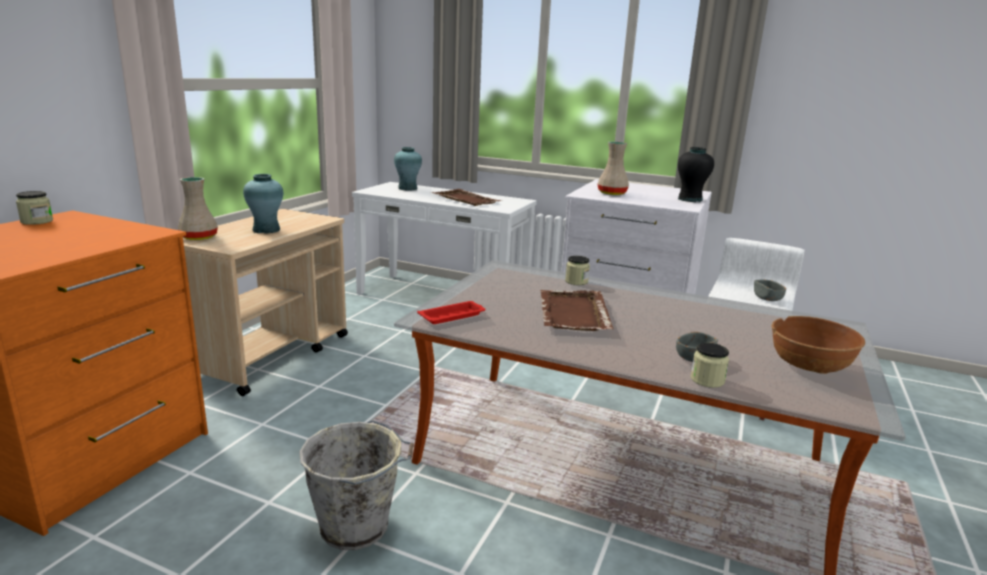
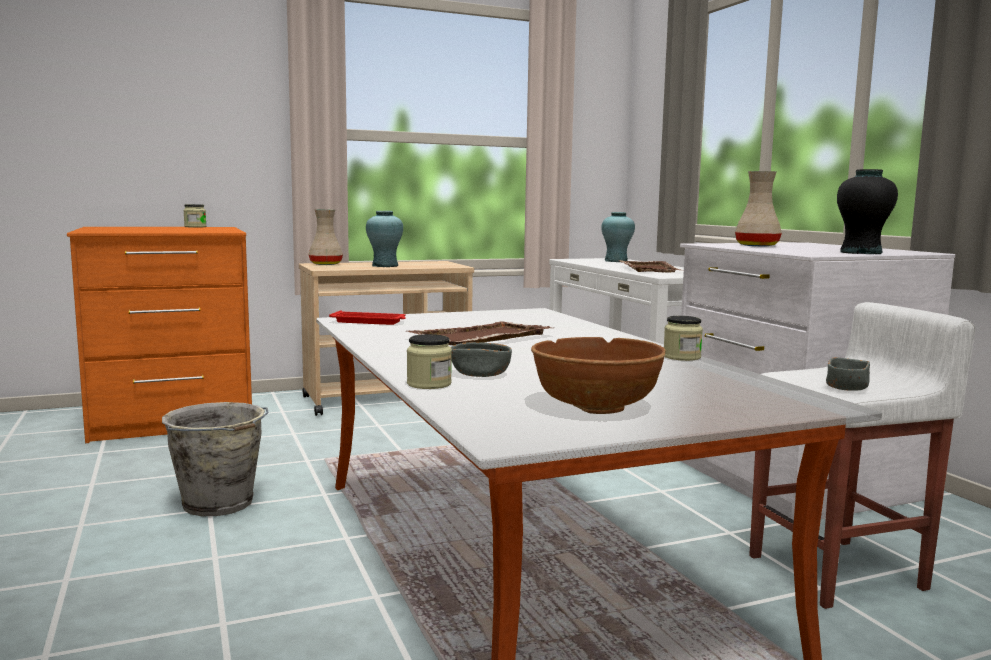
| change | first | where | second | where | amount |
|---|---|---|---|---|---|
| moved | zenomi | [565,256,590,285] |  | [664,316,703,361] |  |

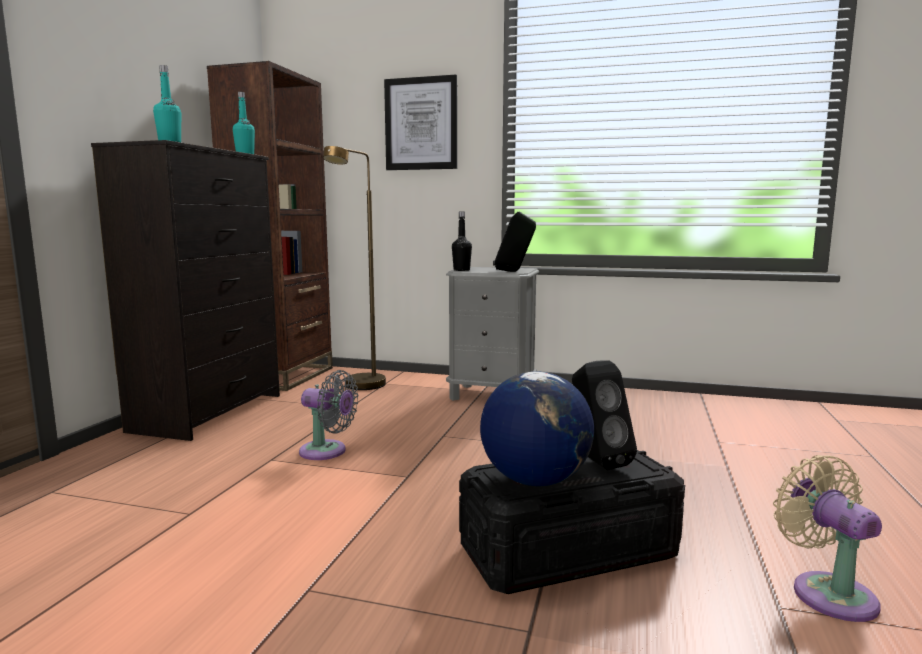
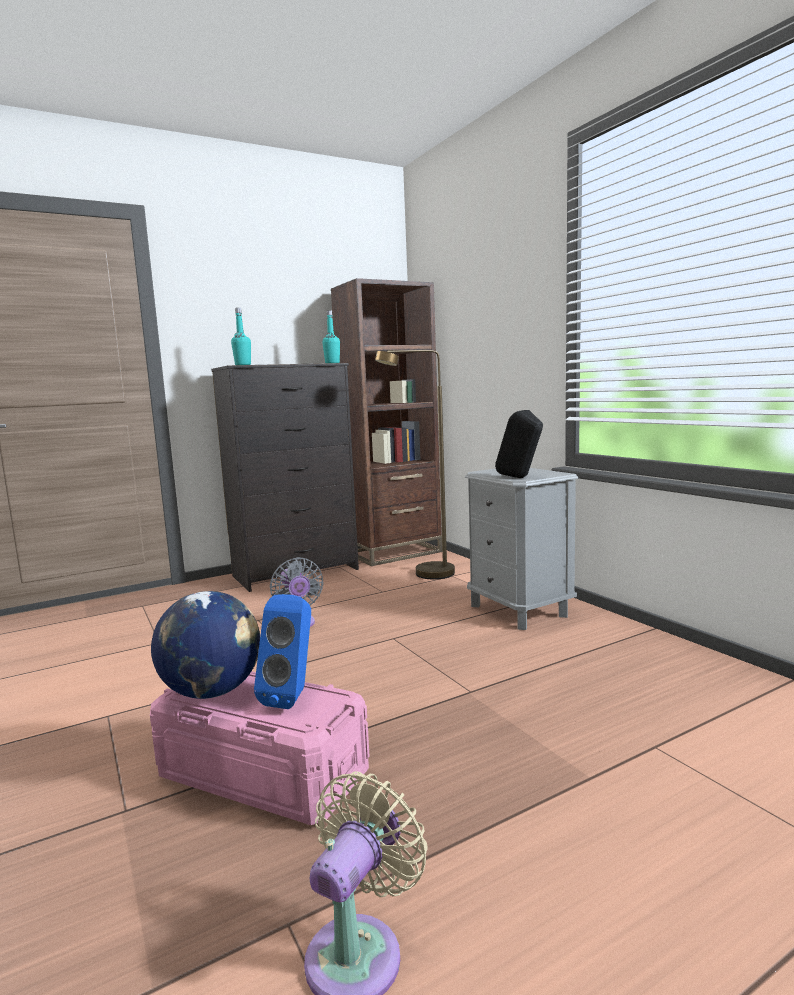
| change | first | where | second | where | amount |
|---|---|---|---|---|---|
| removed | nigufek | [384,75,457,170] |  |  |  |
| removed | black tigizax | [452,211,472,271] |  |  |  |
| recoloured | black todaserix | [572,360,637,470] | blue todaserix | [254,594,311,709] |  |
| recoloured | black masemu | [459,449,685,594] | pink masemu | [150,671,370,825] |  |

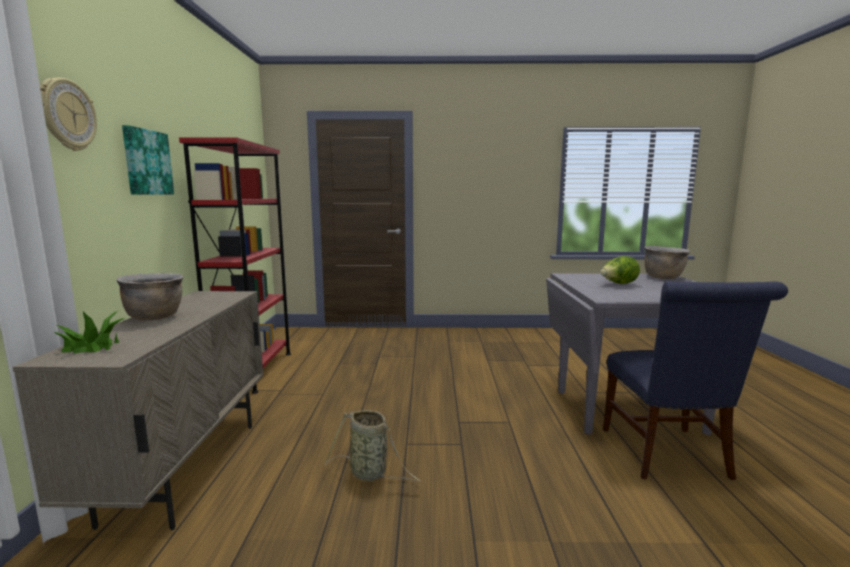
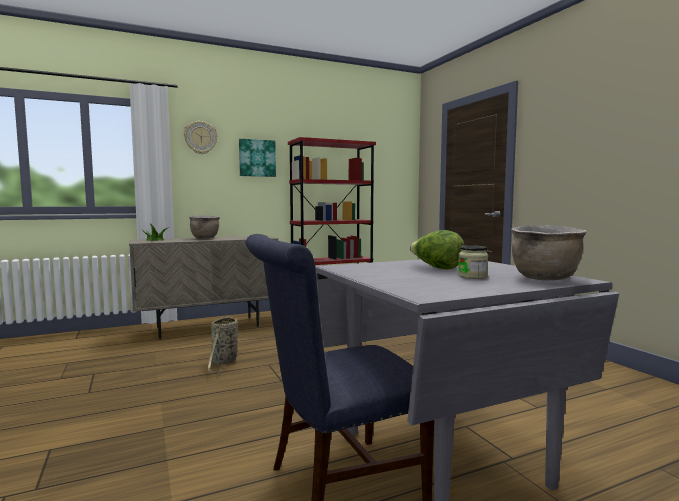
| change | first | where | second | where | amount |
|---|---|---|---|---|---|
| added |  |  | zenomi | [458,245,488,279] |  |

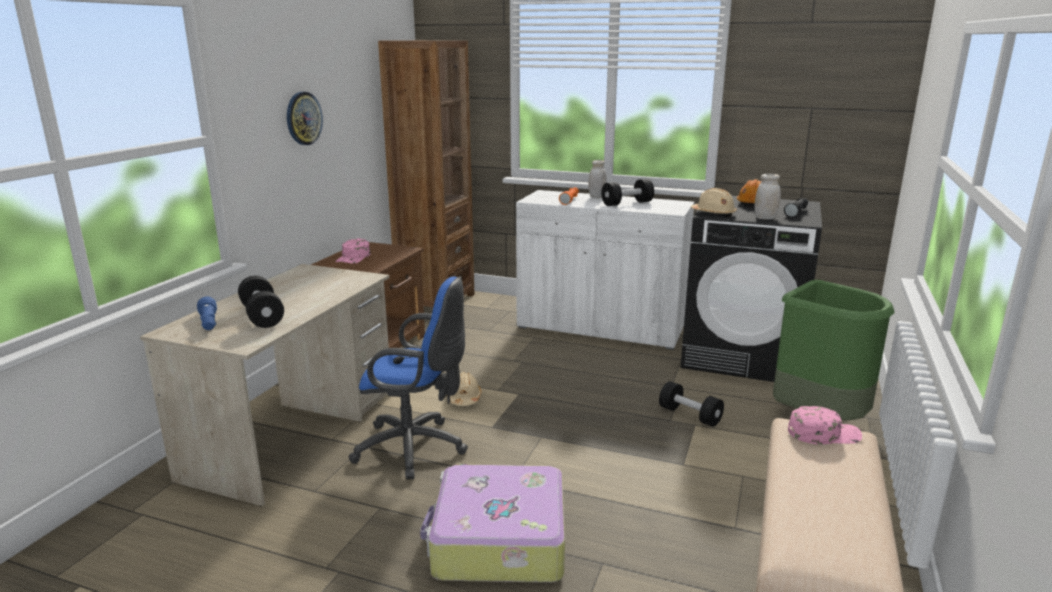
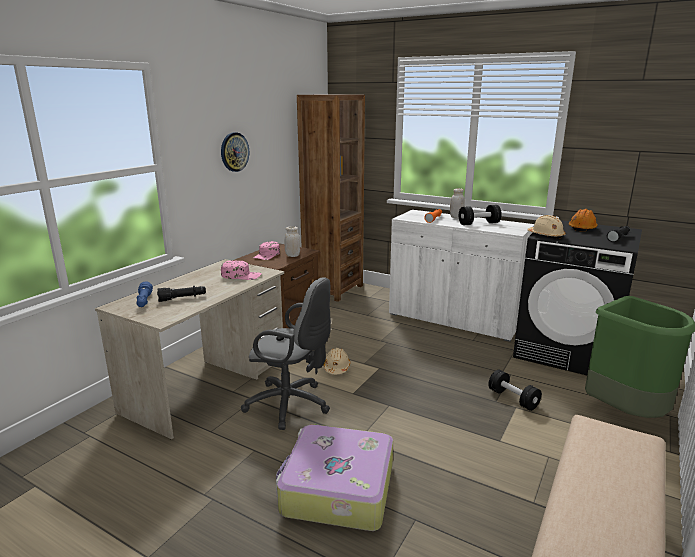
| change | first | where | second | where | amount |
|---|---|---|---|---|---|
| moved | white zenomi | [754,174,781,220] |  | [284,226,300,257] |  |
| replaced | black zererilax | [238,276,284,328] | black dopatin | [157,286,206,302] |  |
| recoloured | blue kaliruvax | [349,277,468,480] | grey kaliruvax | [241,277,331,430] |  |
| moved | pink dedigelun | [788,406,862,444] |  | [221,261,262,280] |  |

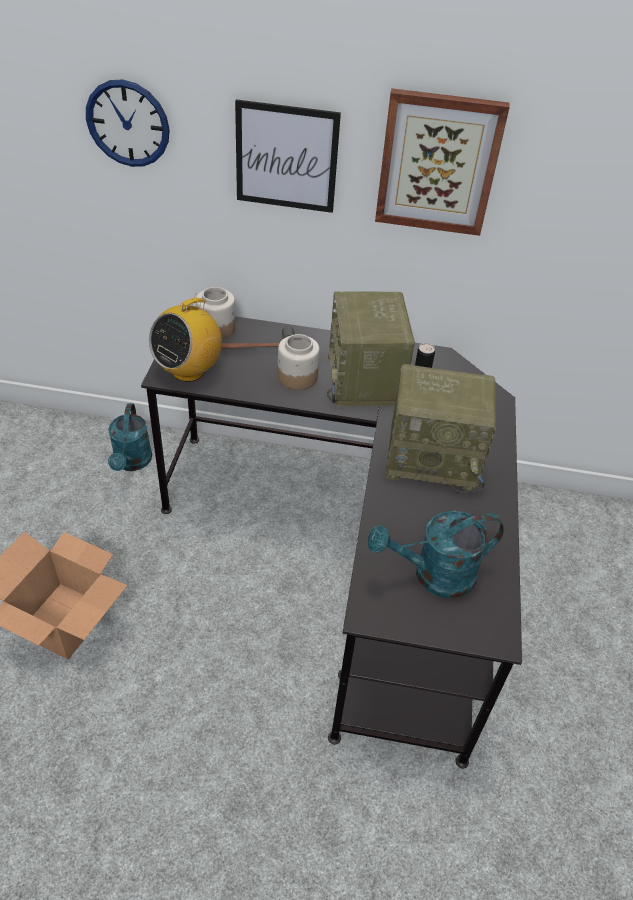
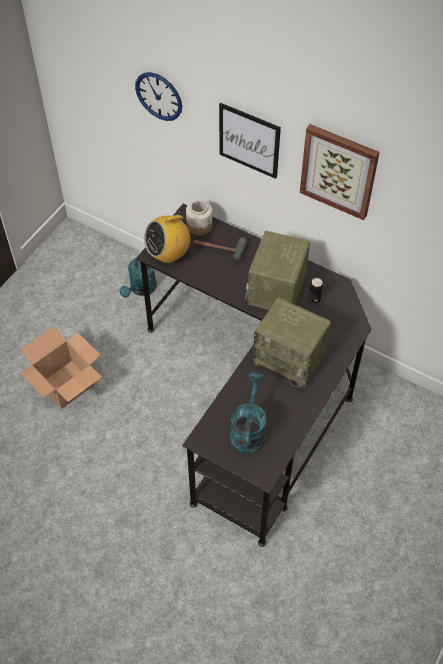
| change | first | where | second | where | amount |
|---|---|---|---|---|---|
| removed | zenomi | [277,334,320,390] |  |  |  |
| turned | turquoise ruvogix | [368,511,504,598] |  | [230,372,267,455] | 90 degrees clockwise |

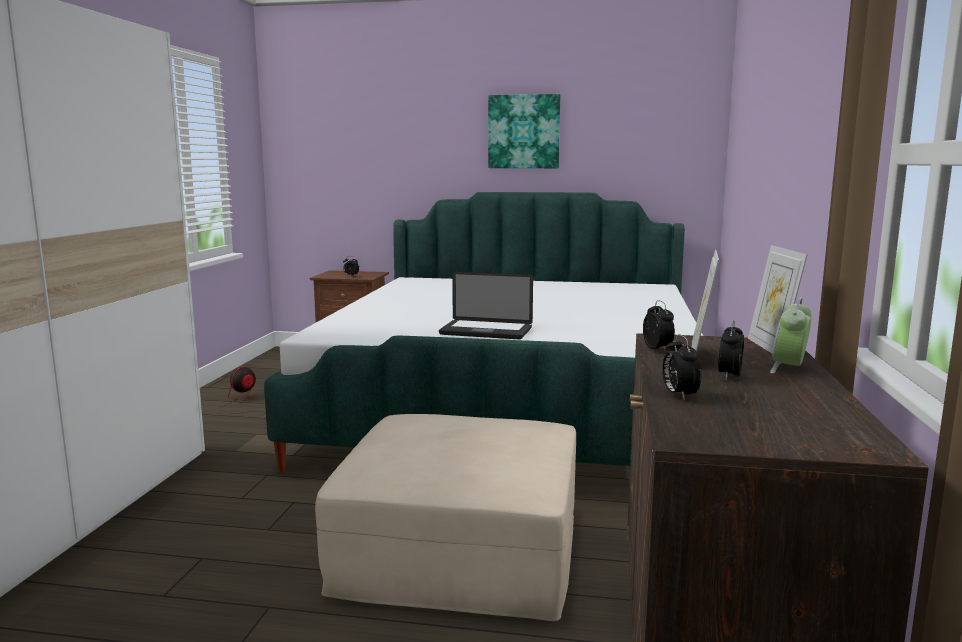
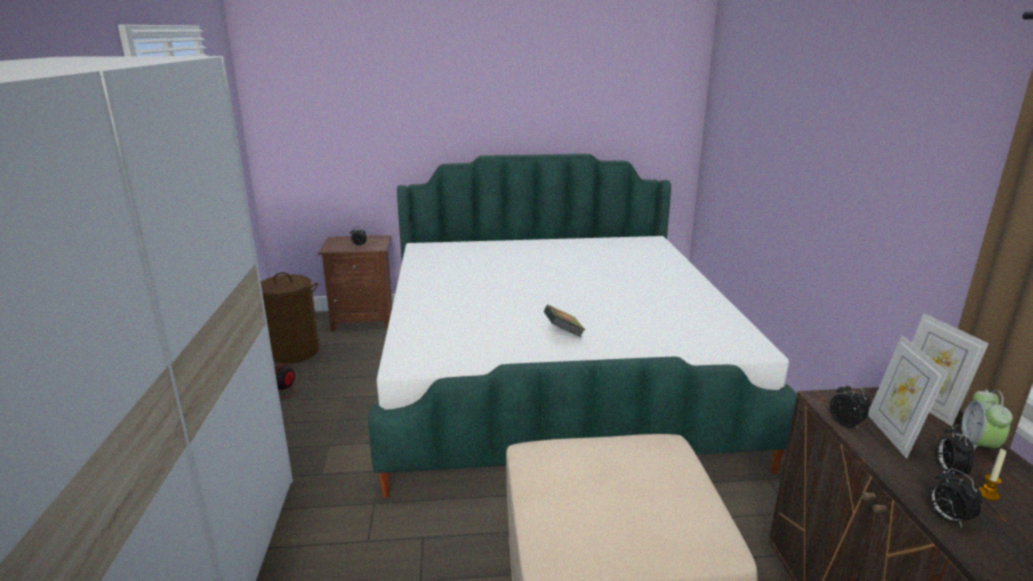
| change | first | where | second | where | amount |
|---|---|---|---|---|---|
| removed | nigufek | [488,94,560,168] |  |  |  |
| replaced | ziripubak | [439,272,533,339] | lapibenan | [543,305,585,337] |  |
| added |  |  | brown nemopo | [261,272,320,363] |  |
| added |  |  | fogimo | [979,449,1006,501] |  |

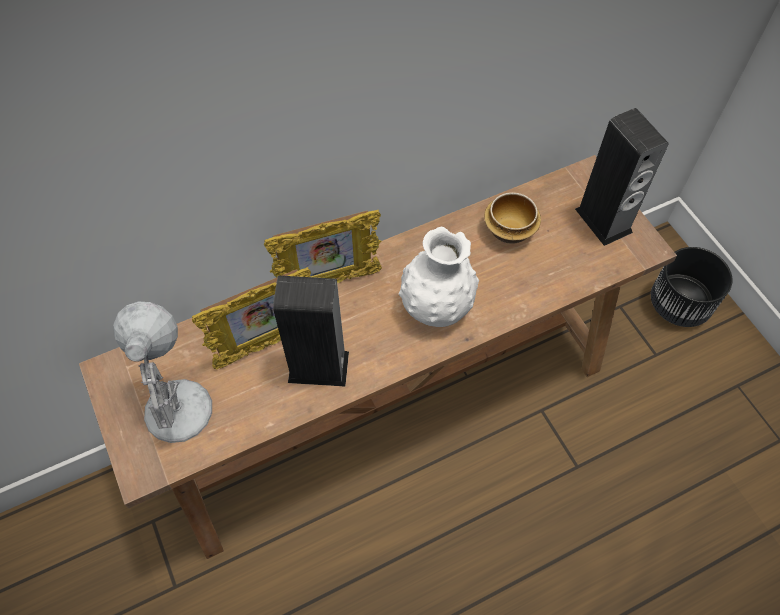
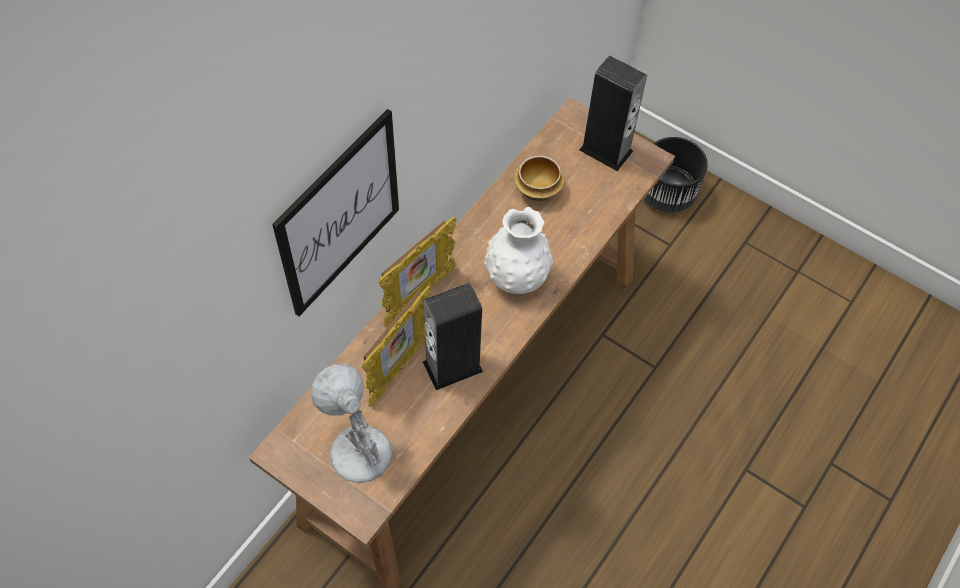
| change | first | where | second | where | amount |
|---|---|---|---|---|---|
| added |  |  | nigufek | [272,109,399,316] |  |

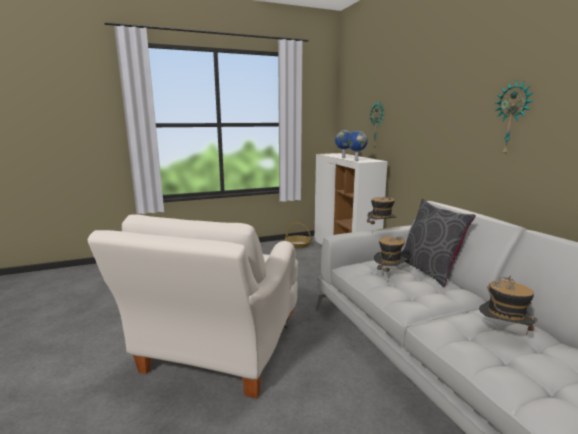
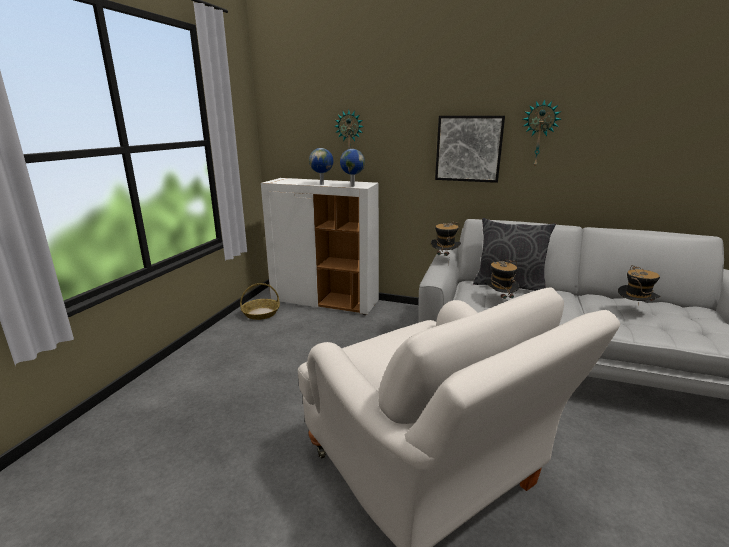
| change | first | where | second | where | amount |
|---|---|---|---|---|---|
| added |  |  | nigufek | [435,116,505,183] |  |

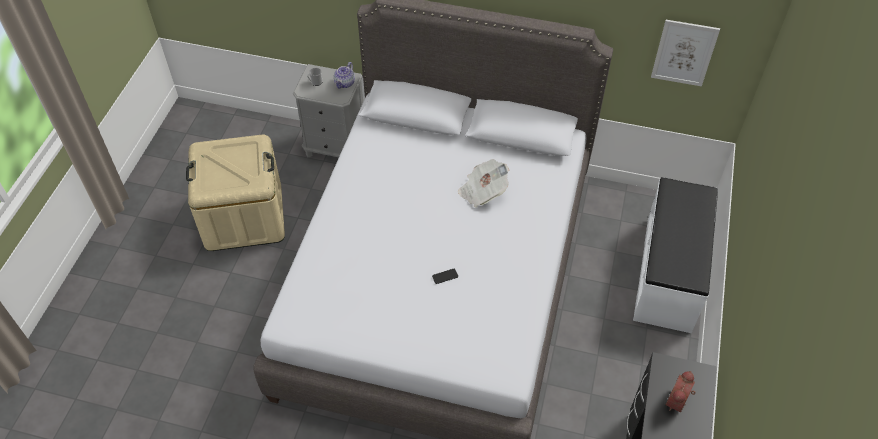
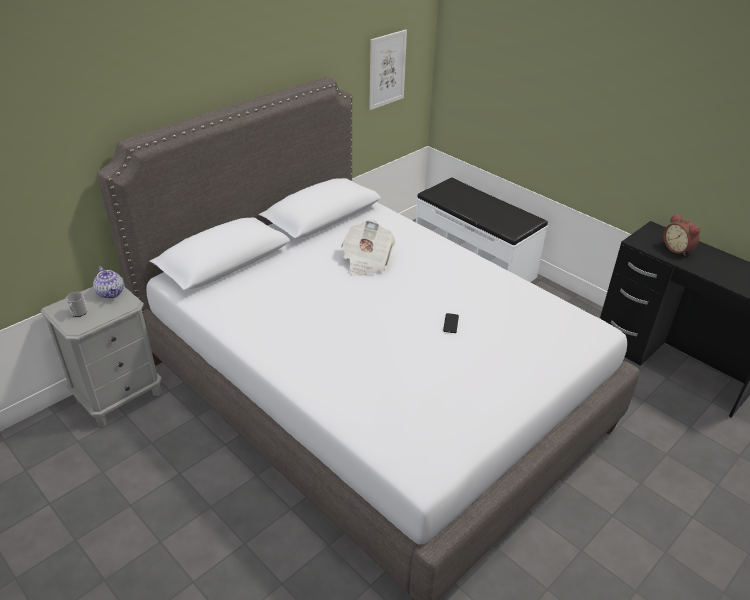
| change | first | where | second | where | amount |
|---|---|---|---|---|---|
| removed | beige masemu | [186,134,285,251] |  |  |  |

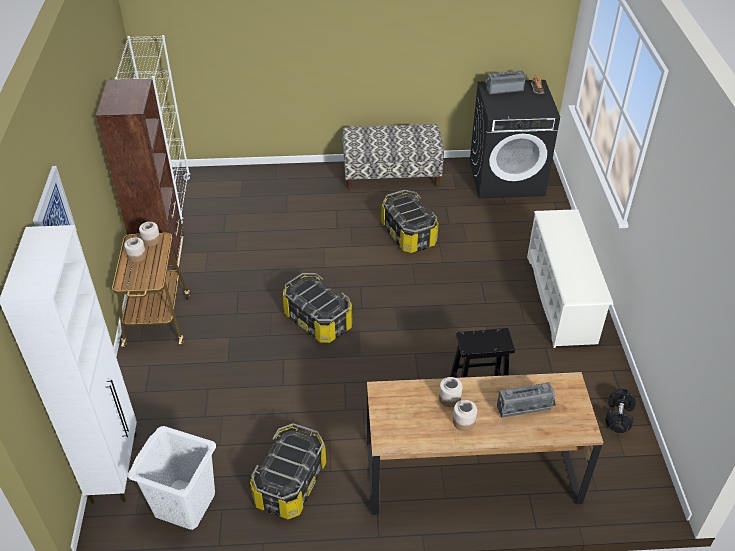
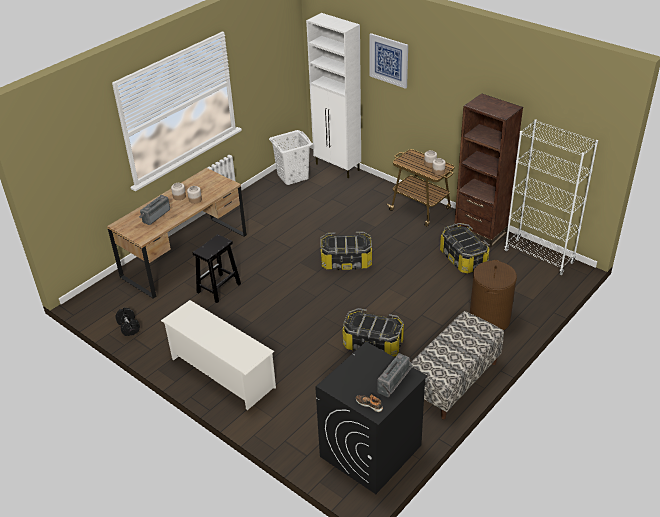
| change | first | where | second | where | amount |
|---|---|---|---|---|---|
| moved | masemu | [250,423,326,519] |  | [440,223,490,273] |  |
| added |  |  | brown nemopo | [470,260,517,331] |  |

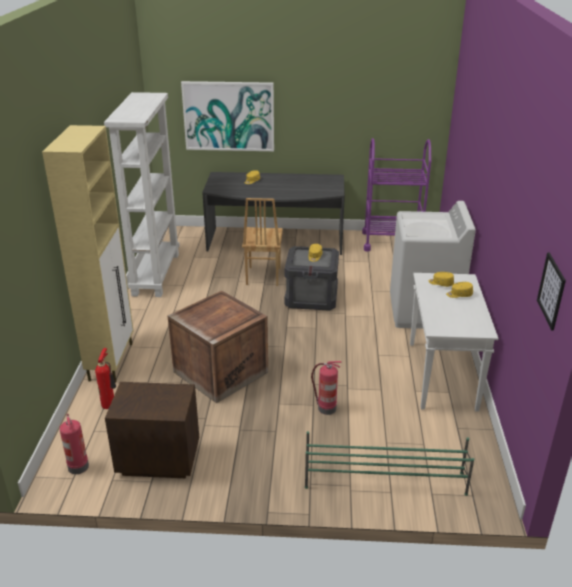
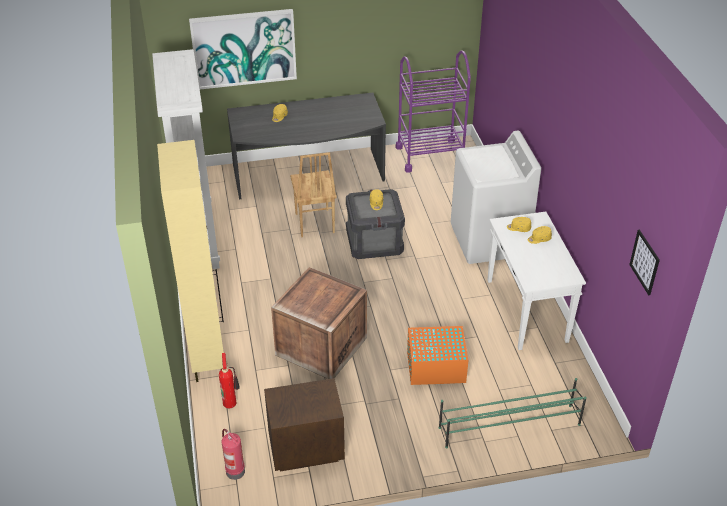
| change | first | where | second | where | amount |
|---|---|---|---|---|---|
| replaced | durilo | [311,361,342,415] | orange masemu | [407,326,469,385] |  |

